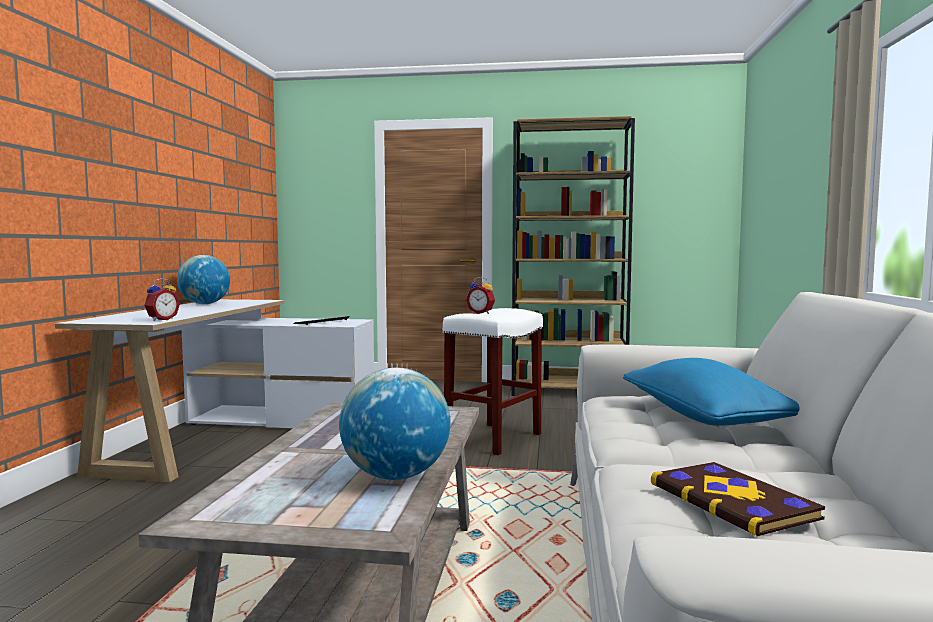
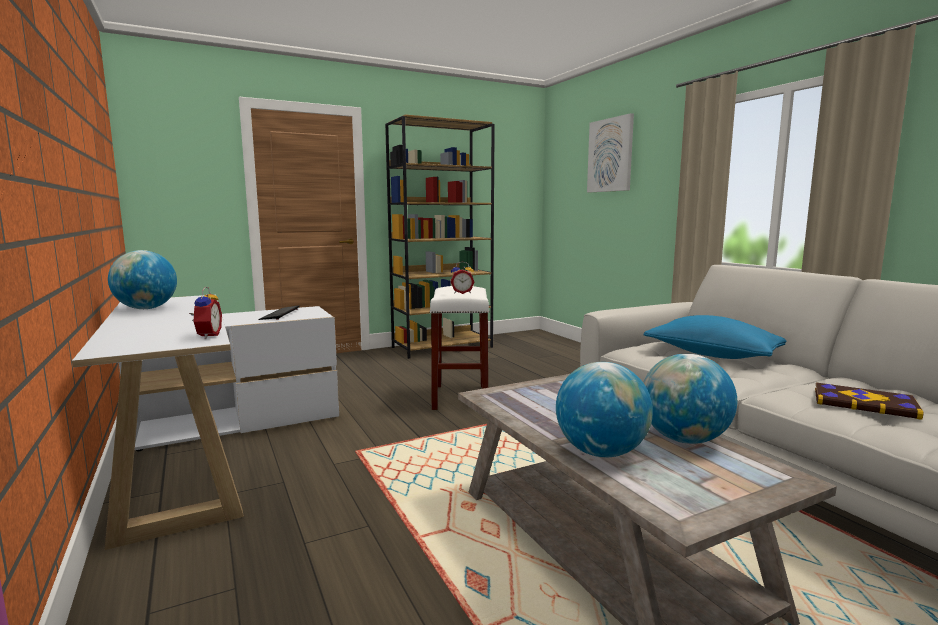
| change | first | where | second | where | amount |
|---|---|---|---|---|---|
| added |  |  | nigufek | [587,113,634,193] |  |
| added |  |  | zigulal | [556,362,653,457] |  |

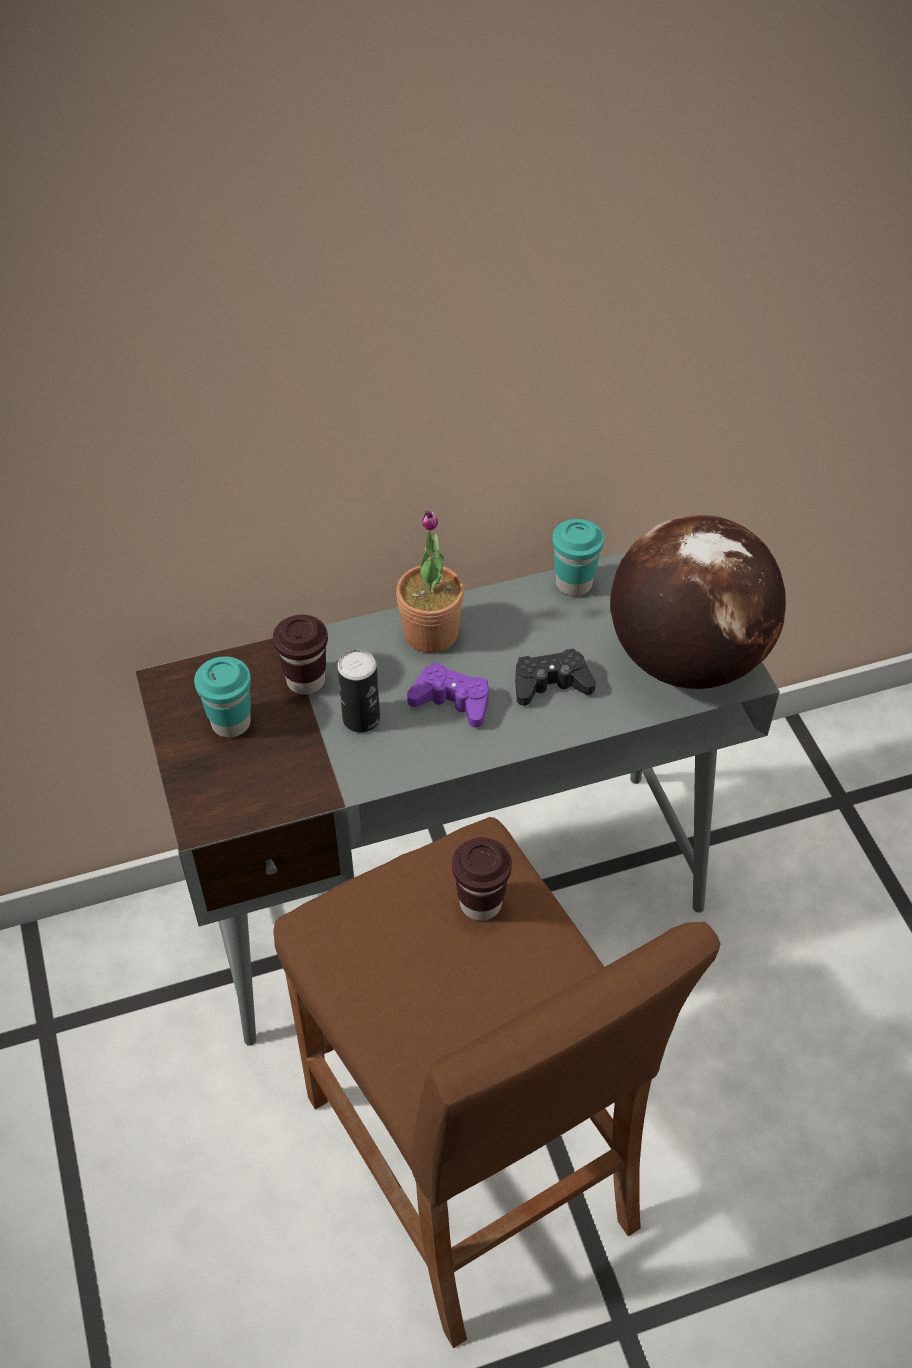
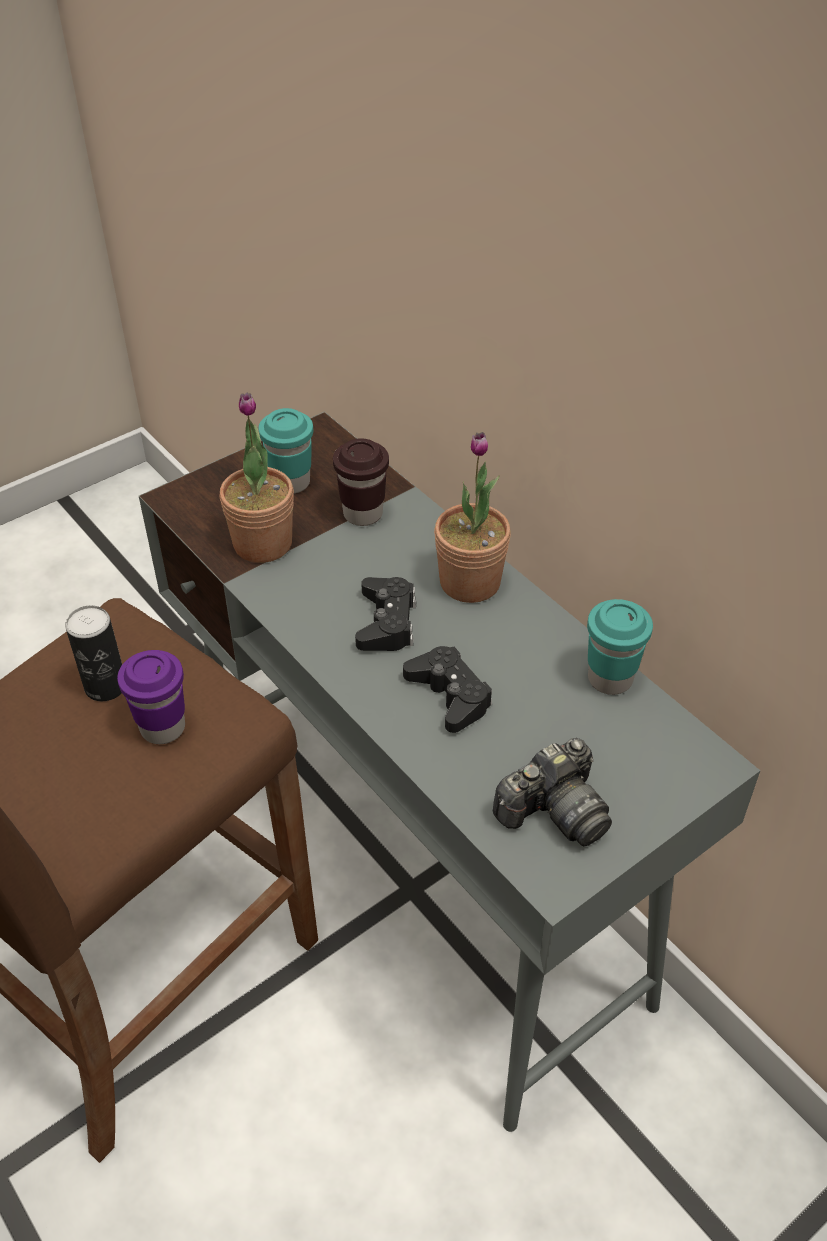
| change | first | where | second | where | amount |
|---|---|---|---|---|---|
| replaced | zigulal | [610,515,786,689] | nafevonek | [493,738,612,846] |  |
| moved | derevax | [337,650,380,733] |  | [65,605,122,701] |  |
| recoloured | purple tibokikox | [407,663,489,727] | black tibokikox | [355,577,416,651] |  |
| recoloured | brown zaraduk | [452,837,512,921] | purple zaraduk | [117,650,185,744] |  |
| added |  |  | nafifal | [220,393,294,563] |  |

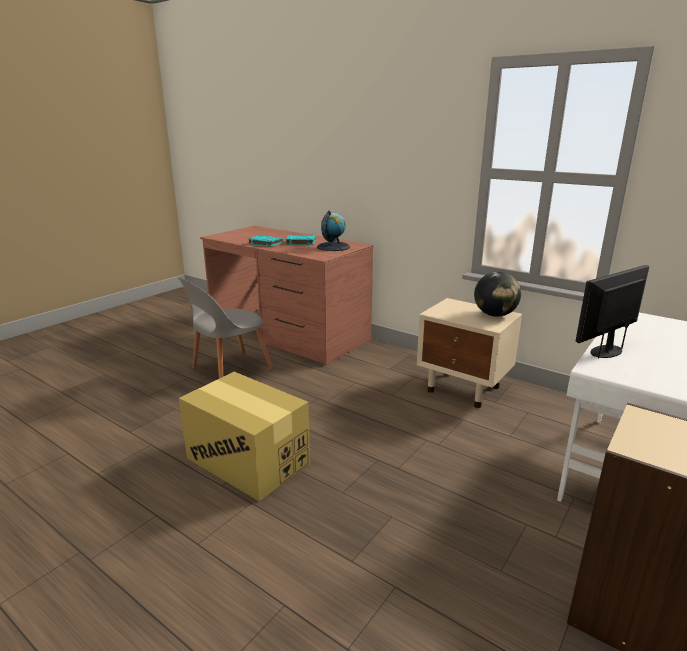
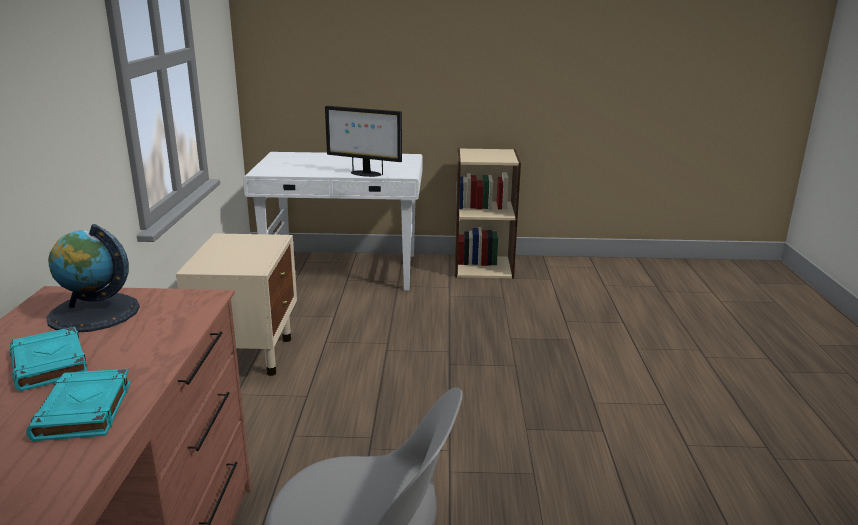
| change | first | where | second | where | amount |
|---|---|---|---|---|---|
| removed | zigulal | [474,272,521,317] |  |  |  |
| removed | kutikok | [179,372,310,501] |  |  |  |

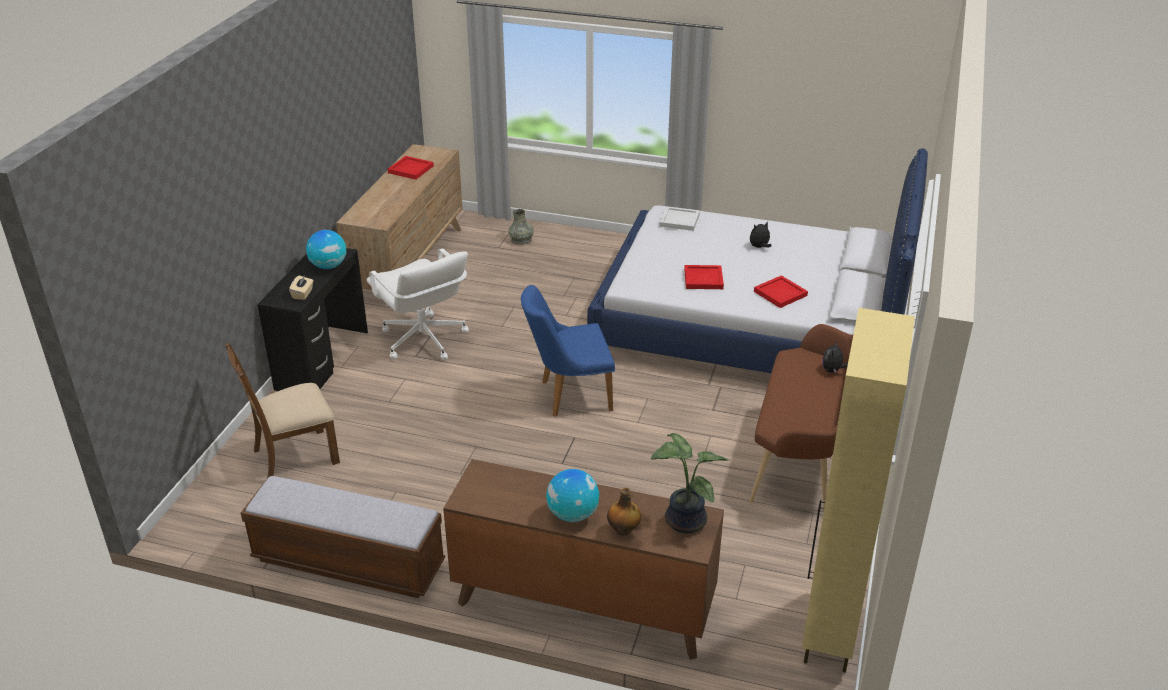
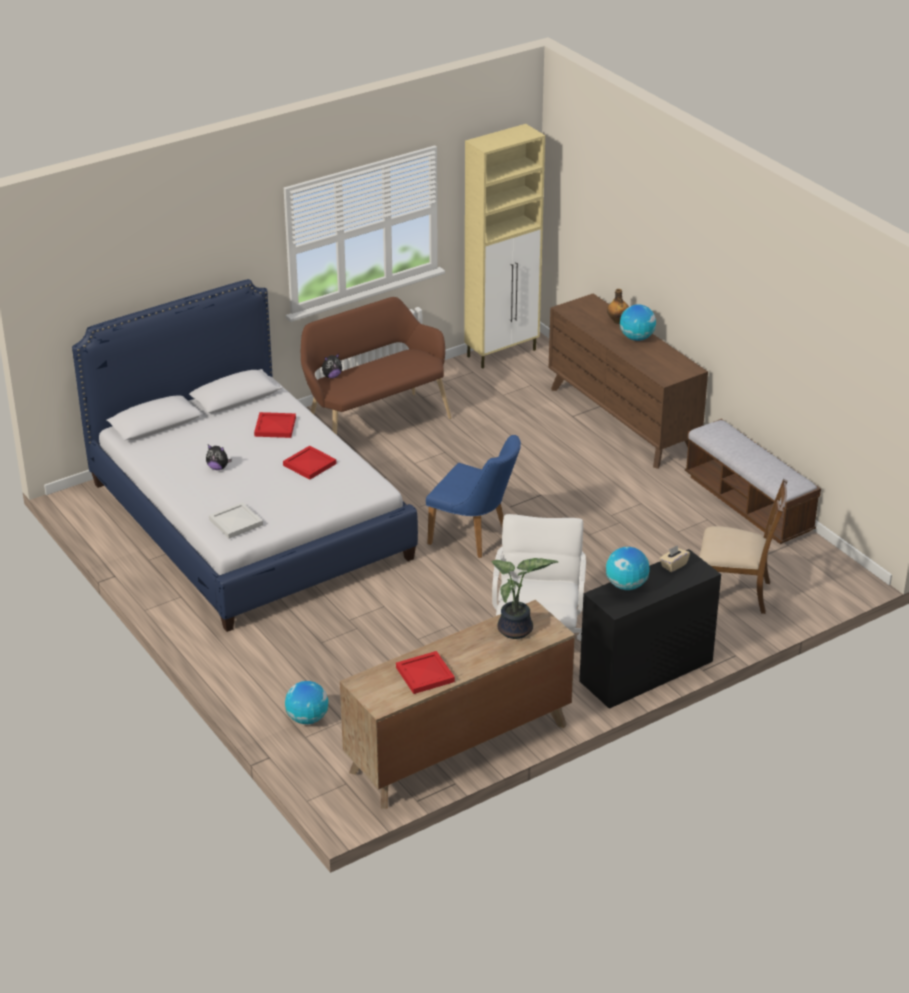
| change | first | where | second | where | amount |
|---|---|---|---|---|---|
| replaced | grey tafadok | [508,209,534,244] | zigulal | [285,681,328,724] |  |
| moved | nafifal | [650,433,729,533] |  | [491,558,558,639] |  |

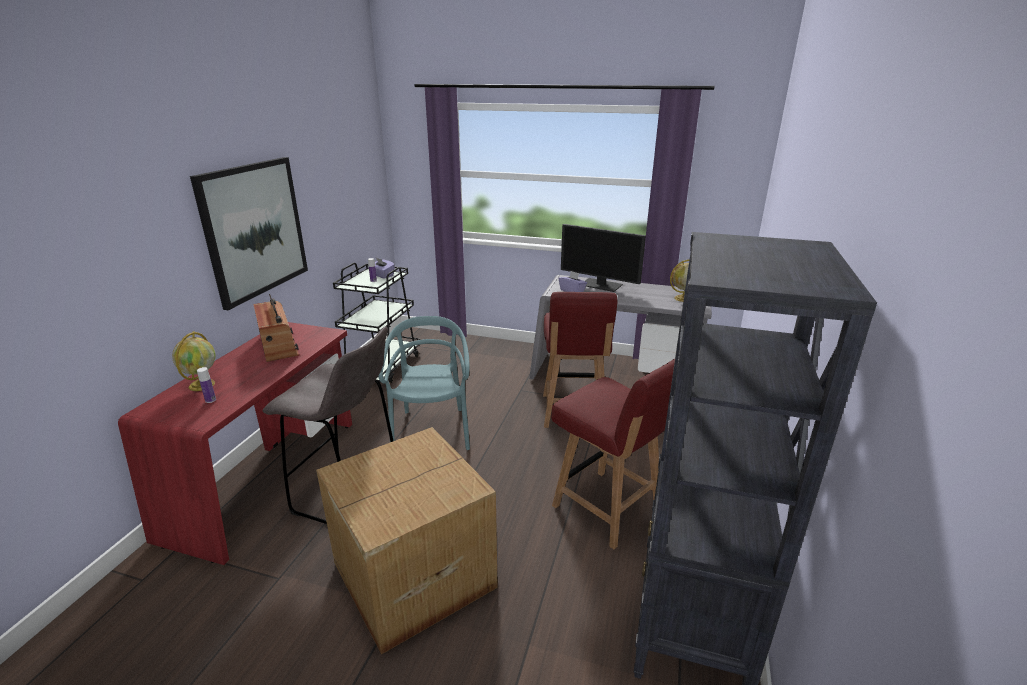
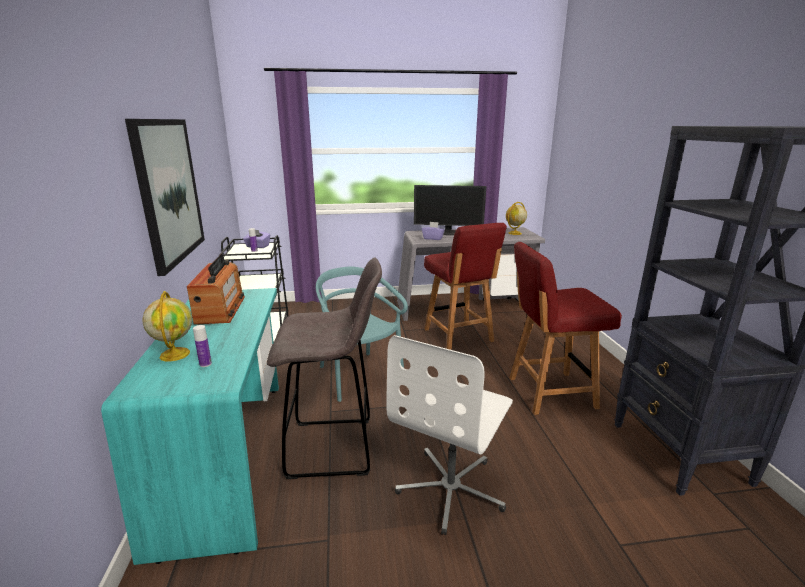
| change | first | where | second | where | amount |
|---|---|---|---|---|---|
| turned | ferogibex | [253,294,299,362] |  | [187,254,245,325] | 45 degrees clockwise |
| recoloured | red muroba | [118,322,352,565] | turquoise muroba | [101,288,279,565] |  |
| turned | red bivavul | [551,359,675,549] |  | [510,242,622,415] | 150 degrees clockwise |
| replaced | kutikok | [316,427,498,655] | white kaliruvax | [386,335,513,535] |  |

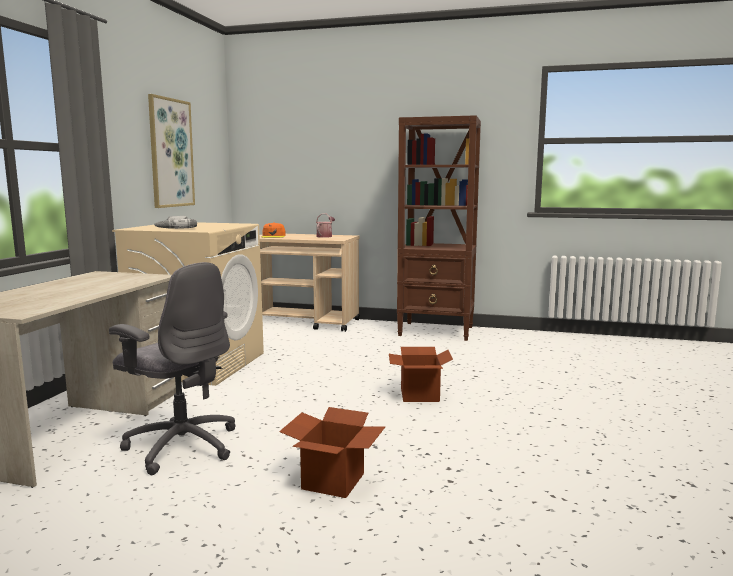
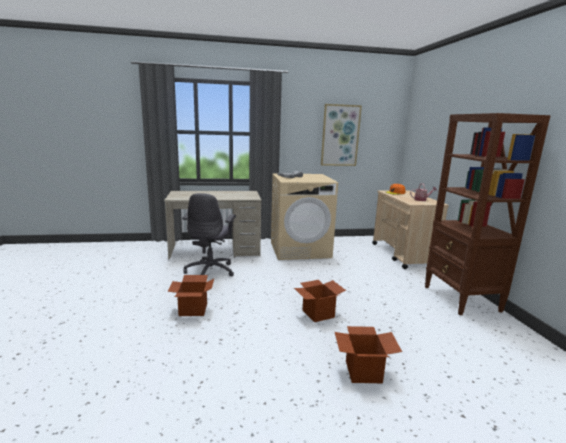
| change | first | where | second | where | amount |
|---|---|---|---|---|---|
| added |  |  | kutikok | [335,326,402,383] |  |

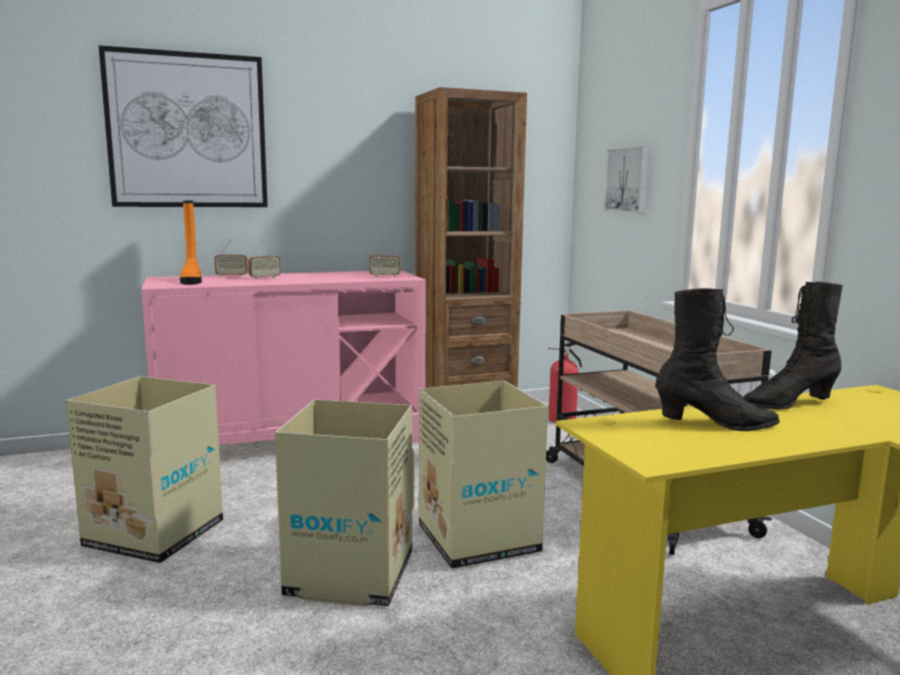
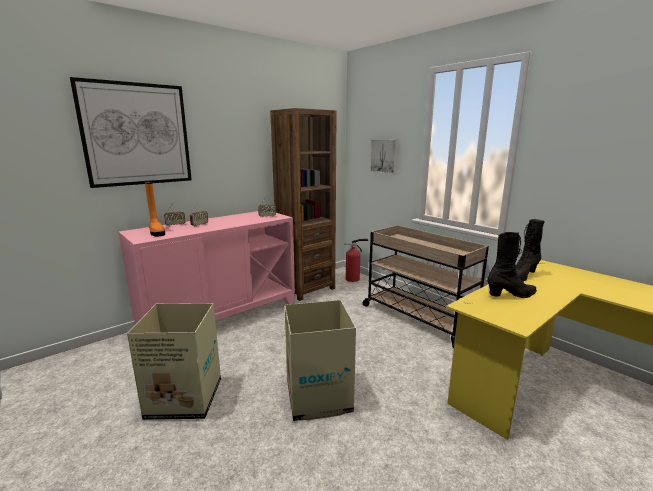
| change | first | where | second | where | amount |
|---|---|---|---|---|---|
| removed | kutikok | [419,381,548,569] |  |  |  |

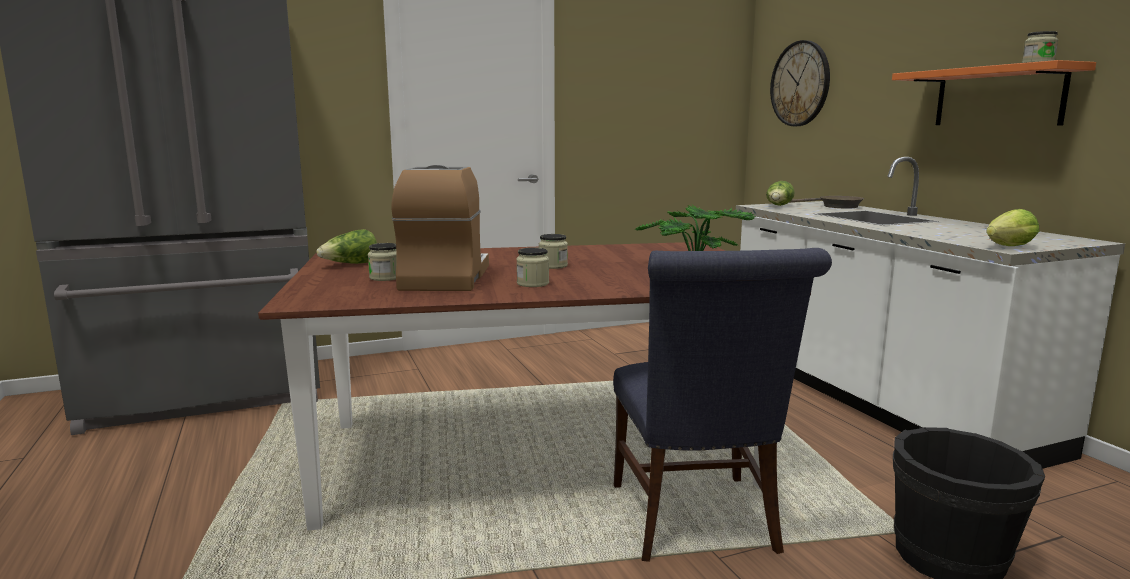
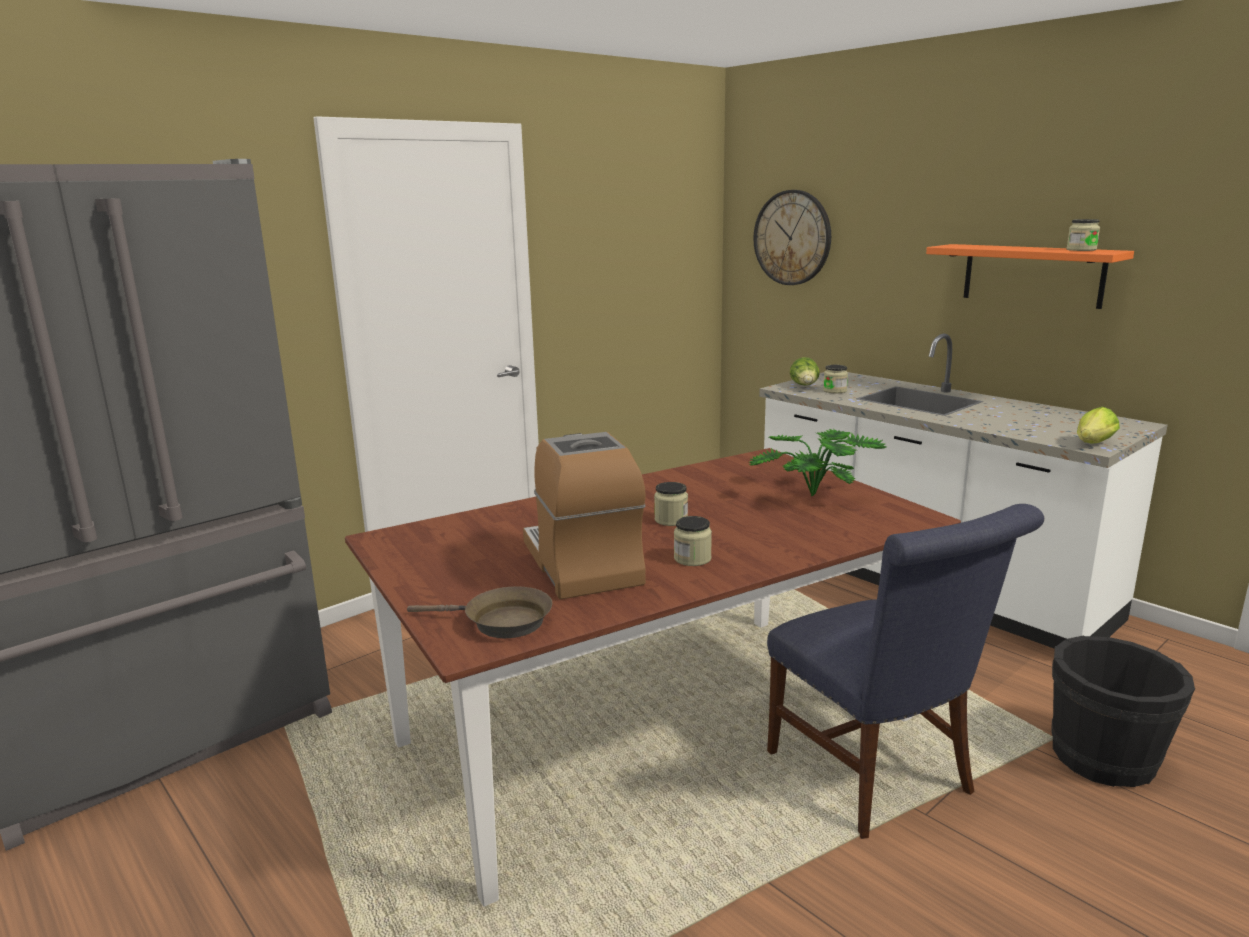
| change | first | where | second | where | amount |
|---|---|---|---|---|---|
| moved | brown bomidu | [789,196,864,209] |  | [407,587,552,638] |  |
| removed | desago | [317,229,377,264] |  |  |  |
| moved | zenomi | [368,243,397,281] |  | [823,365,848,393] |  |

